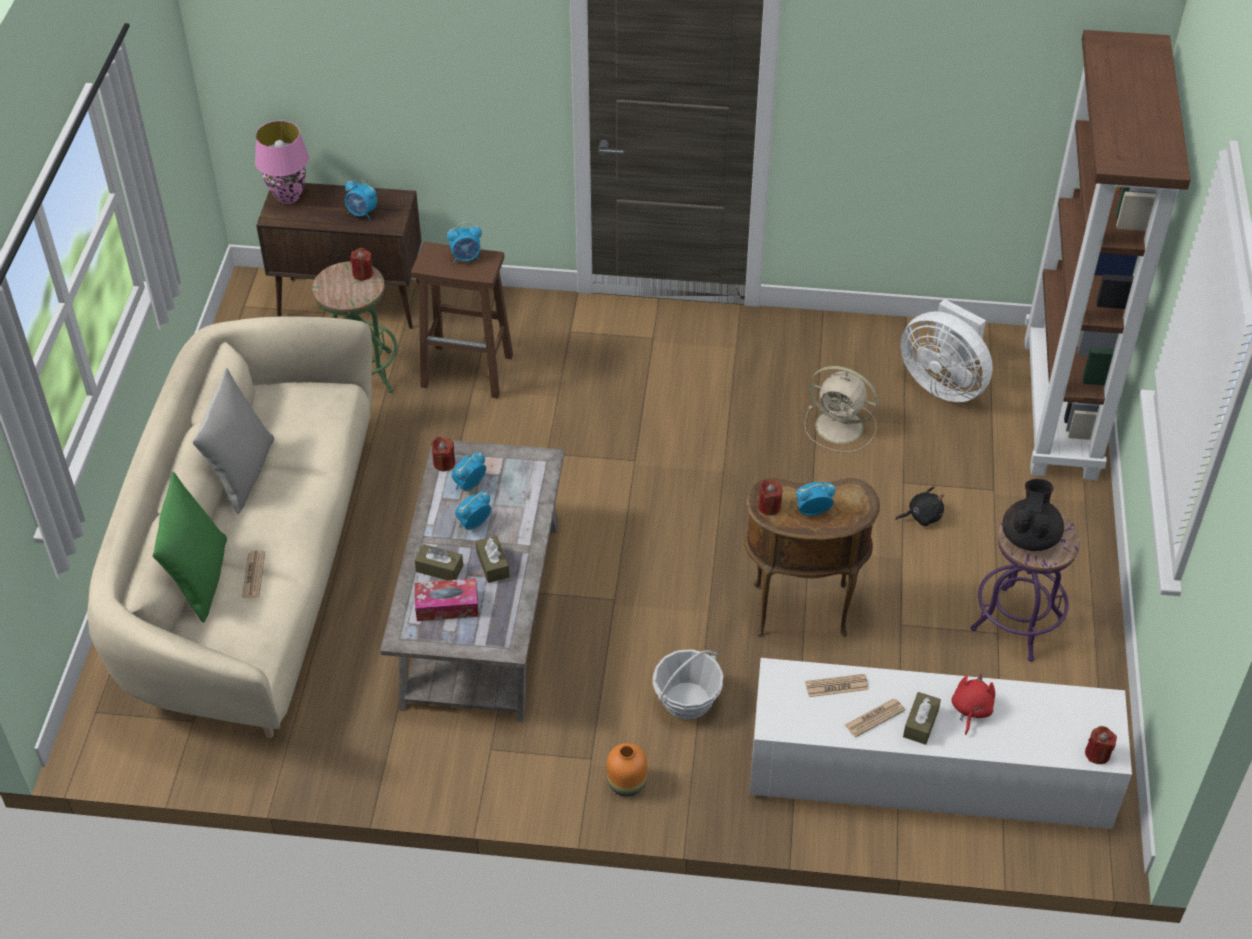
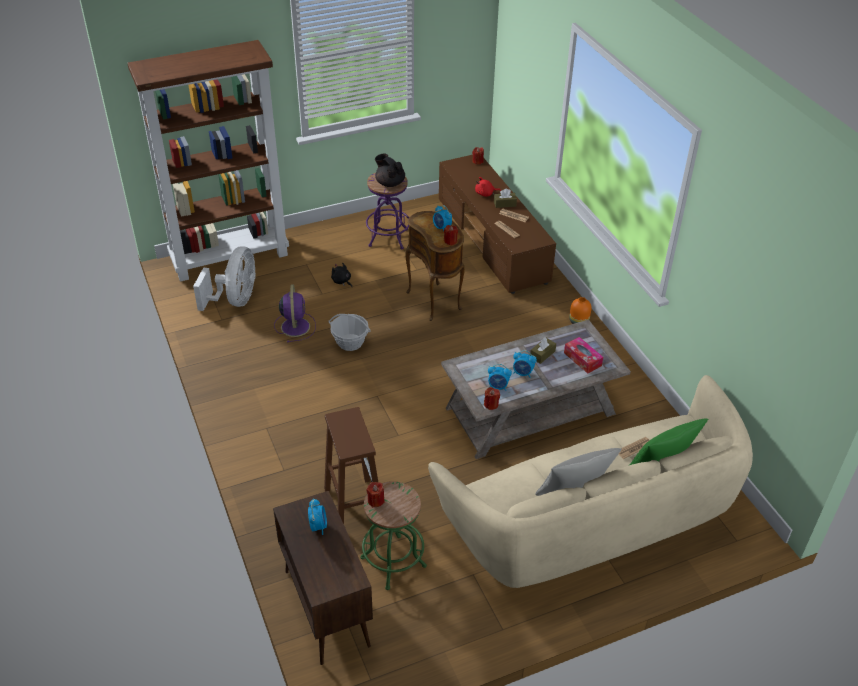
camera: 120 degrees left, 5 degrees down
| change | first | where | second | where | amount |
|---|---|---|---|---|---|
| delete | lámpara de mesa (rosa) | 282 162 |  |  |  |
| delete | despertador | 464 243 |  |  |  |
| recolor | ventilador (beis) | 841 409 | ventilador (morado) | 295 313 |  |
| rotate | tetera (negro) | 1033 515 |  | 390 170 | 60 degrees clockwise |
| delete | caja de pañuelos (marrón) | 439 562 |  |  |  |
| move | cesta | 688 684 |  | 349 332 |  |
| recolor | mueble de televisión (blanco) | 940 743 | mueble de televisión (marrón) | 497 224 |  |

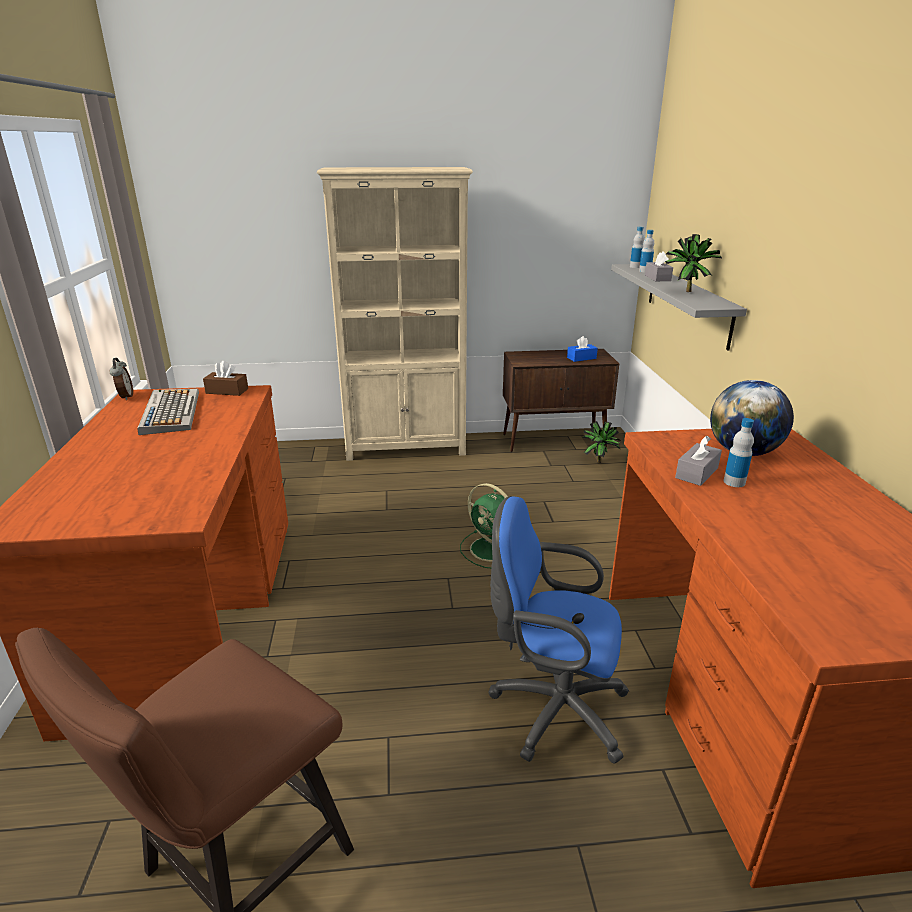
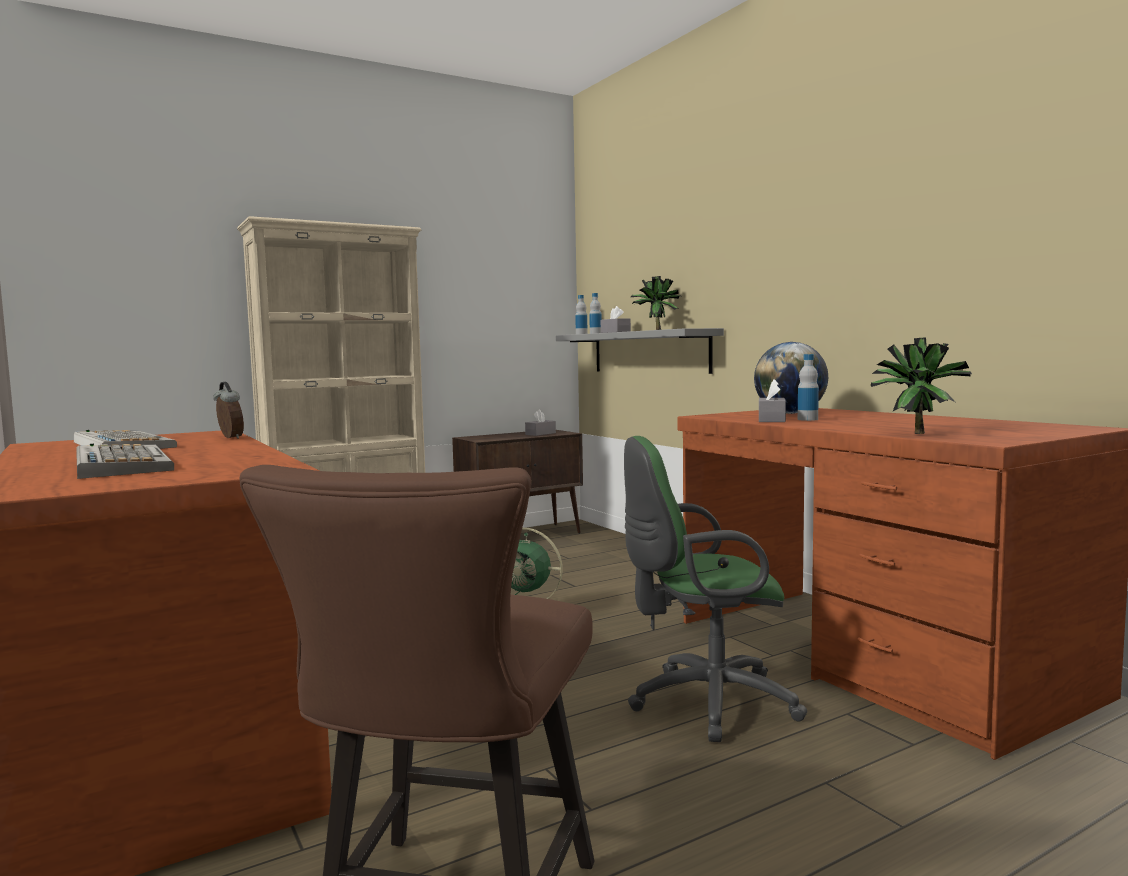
camera: 25 degrees left, 20 degrees down
| change | first | where | second | where | amount |
|---|---|---|---|---|---|
| recolor | caja de pañuelos (azul) | 582 349 | caja de pañuelos (gris) | 540 422 |  |
| move | despertador | 121 379 |  | 228 410 |  |
| delete | caja de pañuelos (marrón) | 225 378 |  |  |  |
| move | planta en maceta | 601 442 |  | 921 386 |  |
| recolor | silla de oficina (azul) | 558 630 | silla de oficina (verde) | 715 589 |  |
| insert |  |  | teclado | 125 461 |  |

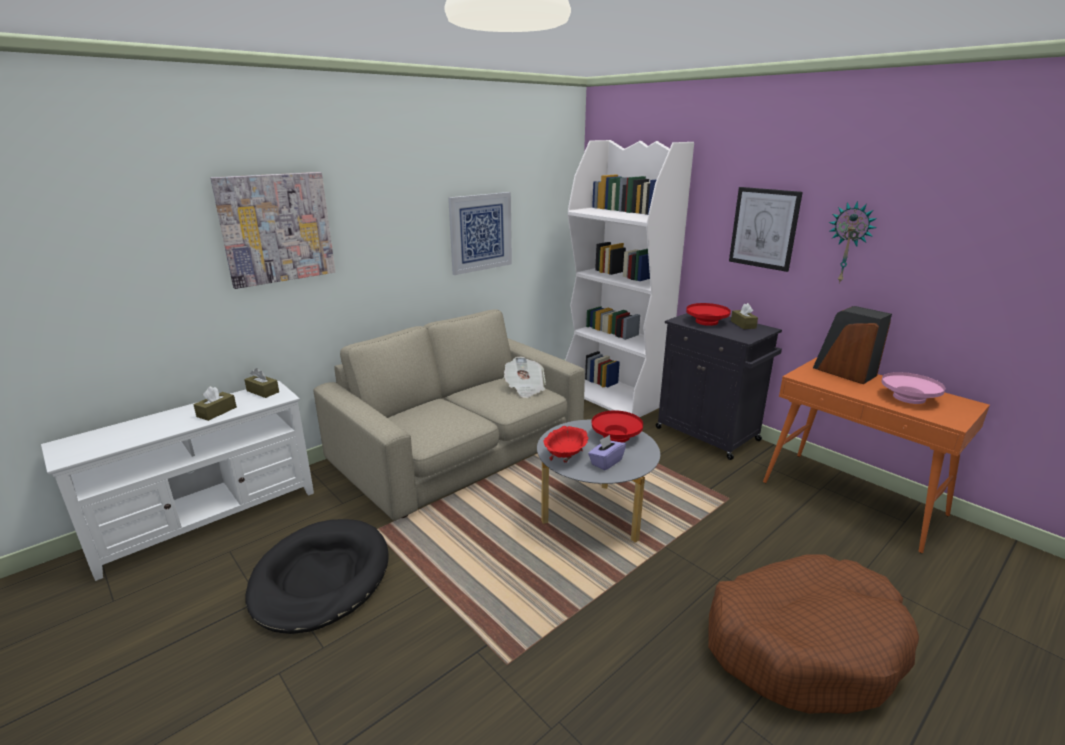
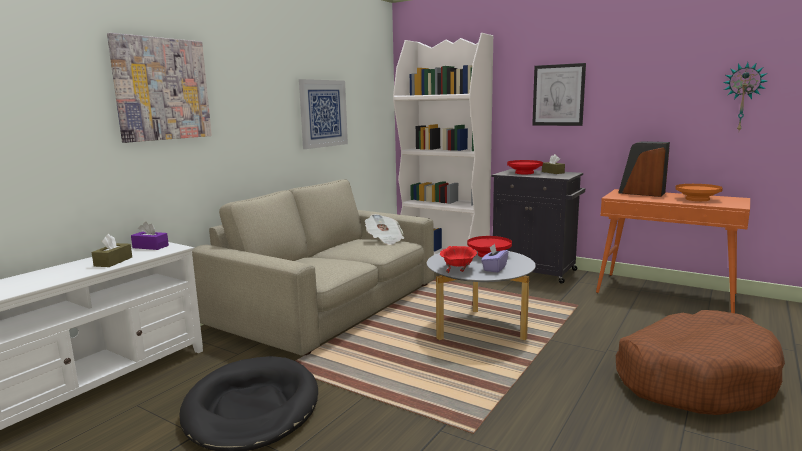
camera: 15 degrees left, 10 degrees down
| change | first | where | second | where | amount |
|---|---|---|---|---|---|
| move | reloj de pared | 853 242 |  | 745 96 |  |
| recolor | caja de pañuelos (marrón) | 261 383 | caja de pañuelos (morado) | 150 236 |  |
| recolor | cuenco (rosa) | 913 388 | cuenco (naranja) | 699 192 |  |

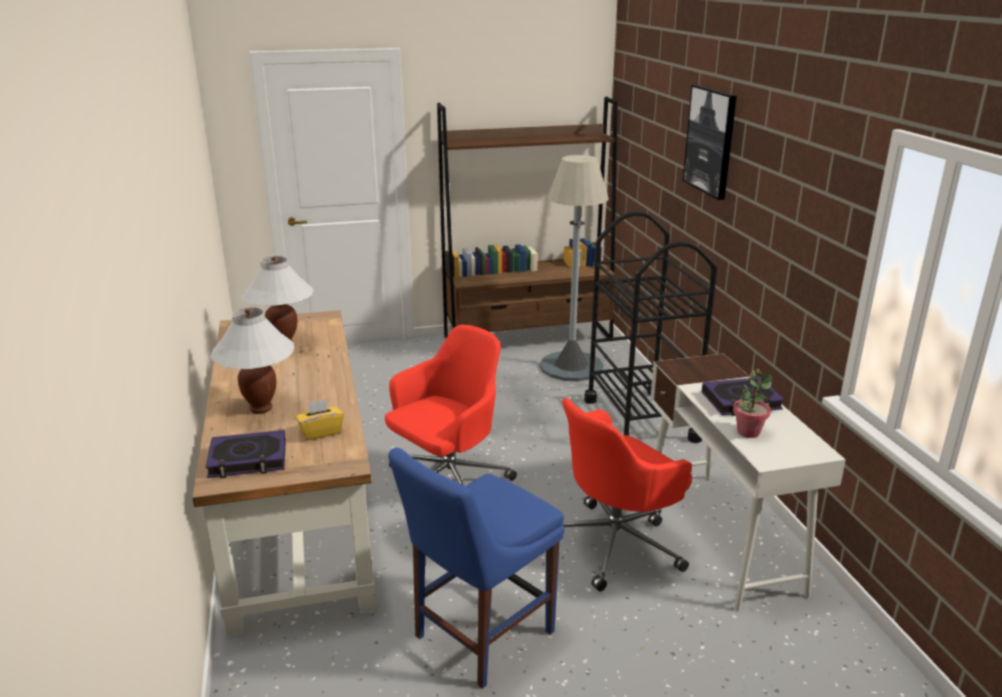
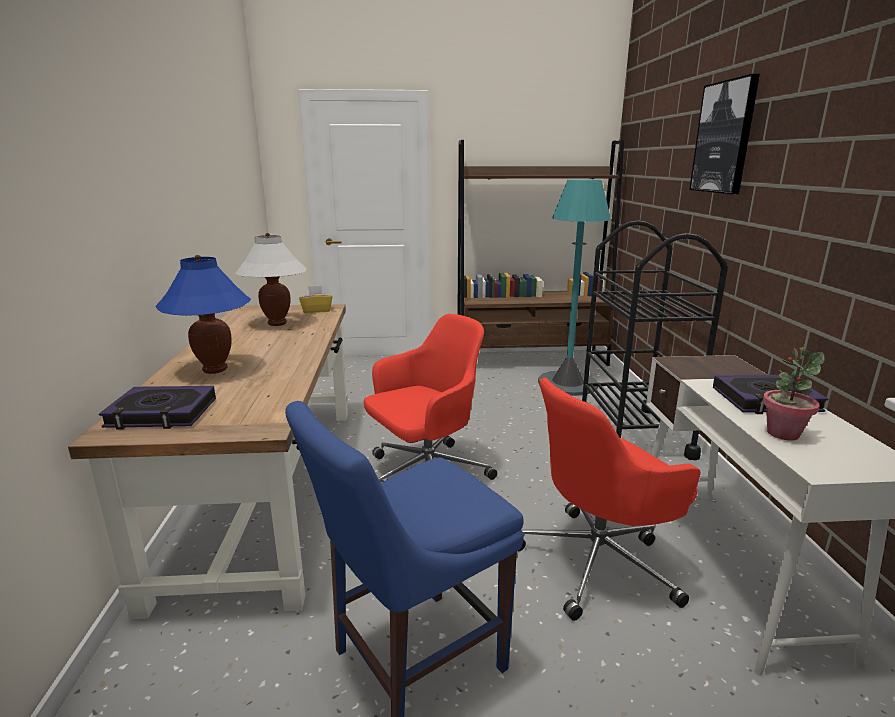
camera: 10 degrees right, 5 degrees down
| change | first | where | second | where | amount |
|---|---|---|---|---|---|
| recolor | lámpara de pie (gris) | 574 268 | lámpara de pie (turquesa) | 574 287 |  |
| recolor | lámpara de mesa (blanco) | 252 360 | lámpara de mesa (azul) | 203 314 |  |
| move | caja de pañuelos (amarillo) | 319 419 |  | 315 299 |  |

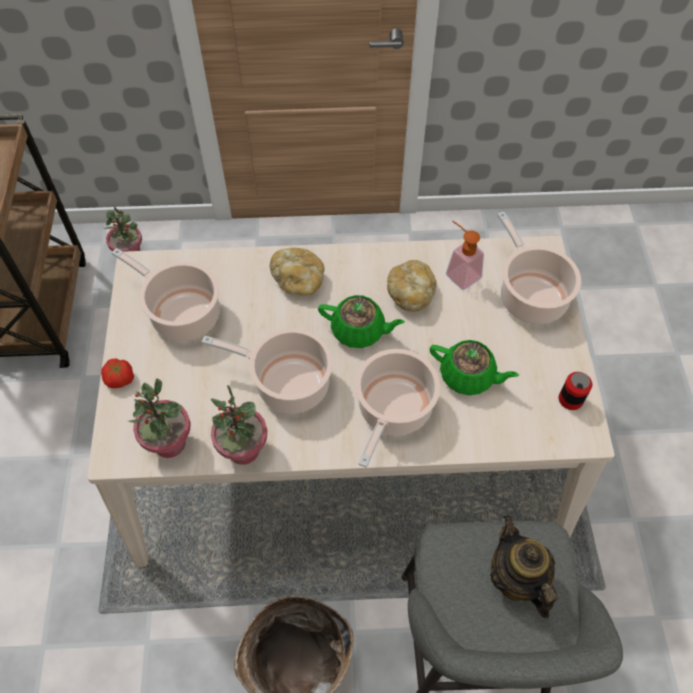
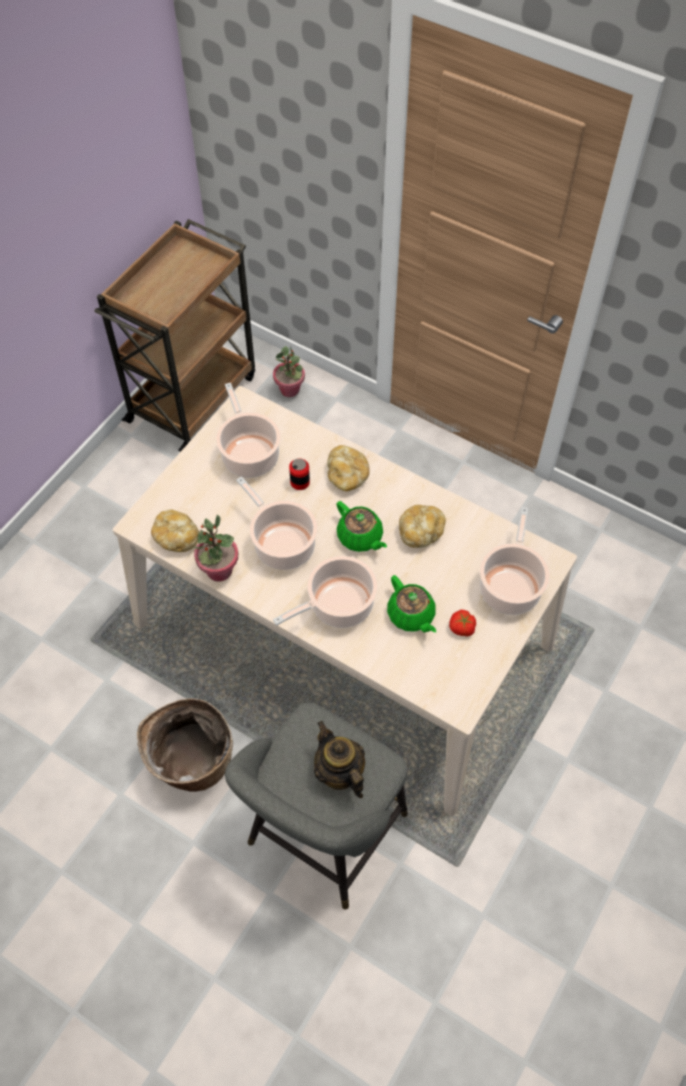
camera: 35 degrees right, 0 degrees up
| change | first | where | second | where | amount |
|---|---|---|---|---|---|
| delete | dispensador de jabón | 465 255 |  |  |  |
| move | tomate | 117 373 |  | 462 623 |  |
| move | lata | 575 391 |  | 299 474 |  |
| replace | planta en maceta | 159 418 | pan | 175 530 |  |
| rotate | tetera | 524 567 |  | 339 759 | 45 degrees counterclockwise |

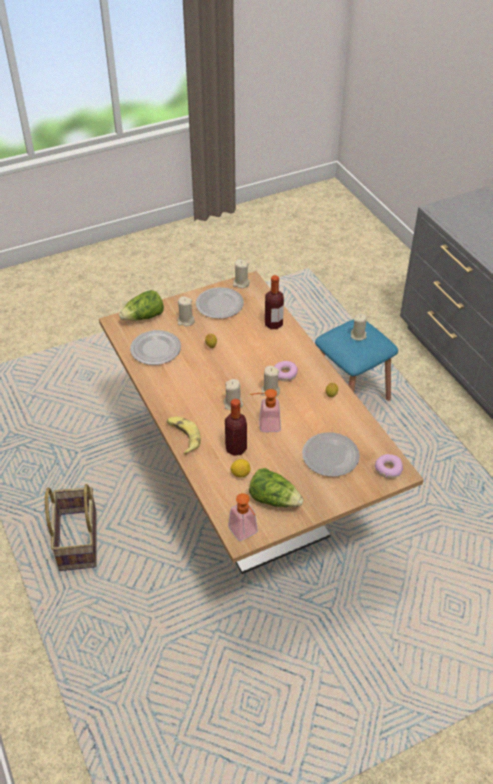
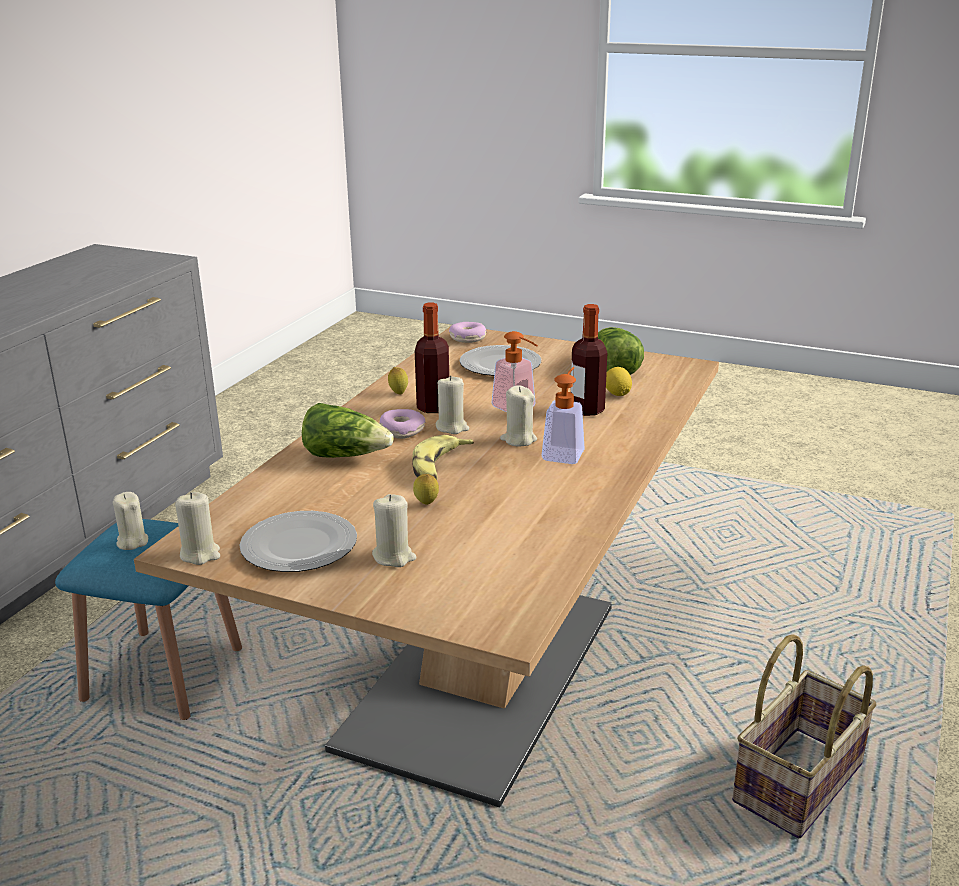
camera: 130 degrees left, 20 degrees down
| change | first | where | second | where | amount |
|---|---|---|---|---|---|
| move | botella | 274 302 |  | 432 358 |  |
| move | lechuga | 141 305 |  | 348 430 |  |
| delete | plato | 155 347 |  |  |  |
| move | plátano | 184 436 |  | 443 457 |  |
| move | dispensador de jabón | 243 517 |  | 563 415 |  |

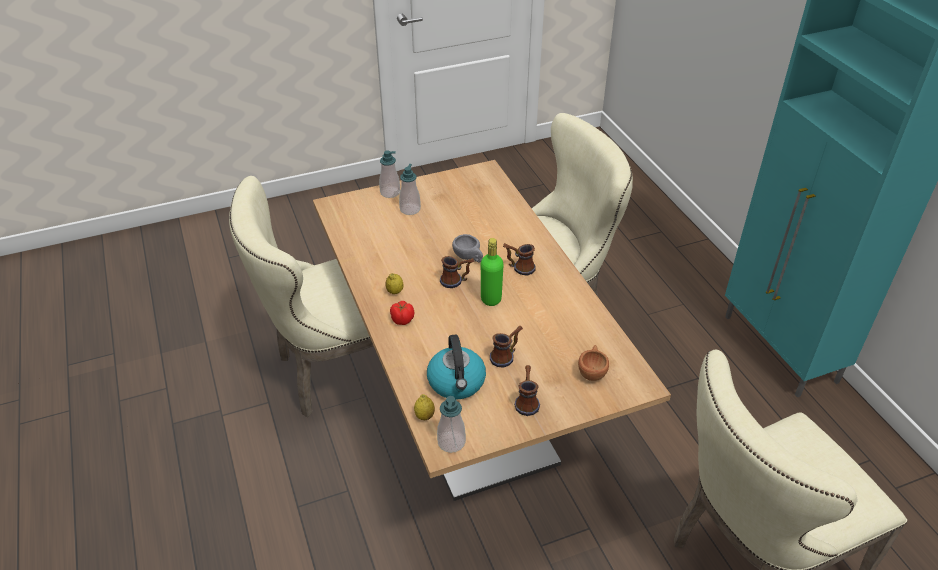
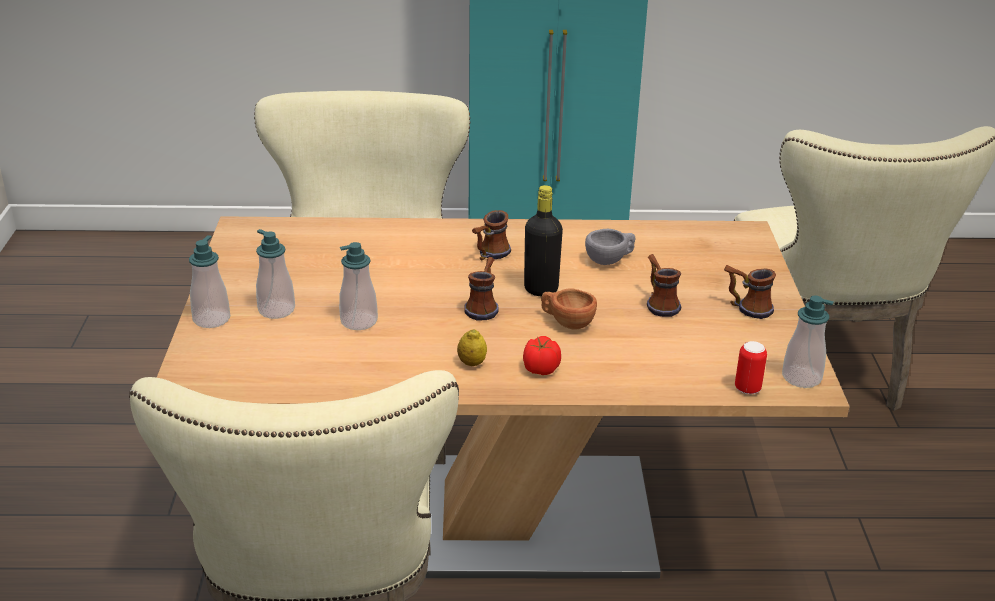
camera: 70 degrees left, 10 degrees down
| change | first | where | second | where | amount |
|---|---|---|---|---|---|
| move | taza (gris) | 467 248 |  | 610 247 |  |
| recolor | botella (verde) | 492 272 | botella (negro) | 543 240 |  |
| delete | hervidor | 456 366 |  |  |  |
| move | taza (marrón) | 593 363 |  | 569 309 |  |
| replace | limón | 424 407 | lata | 751 367 |  |
| insert |  |  | dispensador de jabón | 358 286 |  |

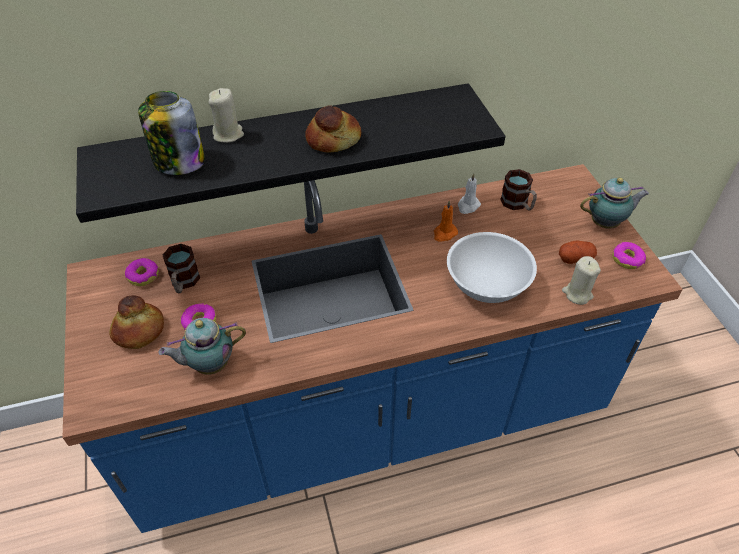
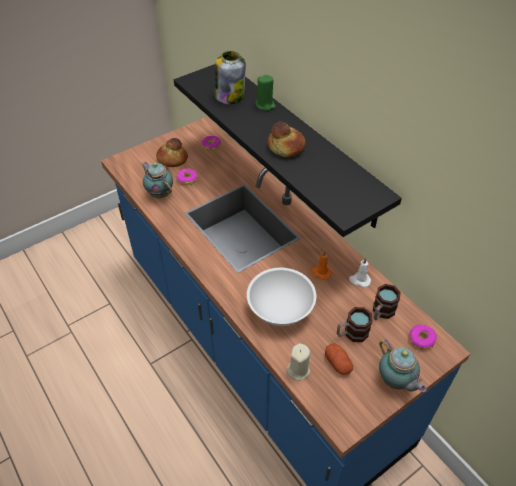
camera: 70 degrees right, 0 degrees up
| change | first | where | second | where | amount |
|---|---|---|---|---|---|
| recolor | vela (beis) | 226 115 | vela (verde) | 266 93 |  |
| move | rosquilla | 629 255 |  | 423 337 |  |
| move | taza grande | 181 268 |  | 355 324 |  |

